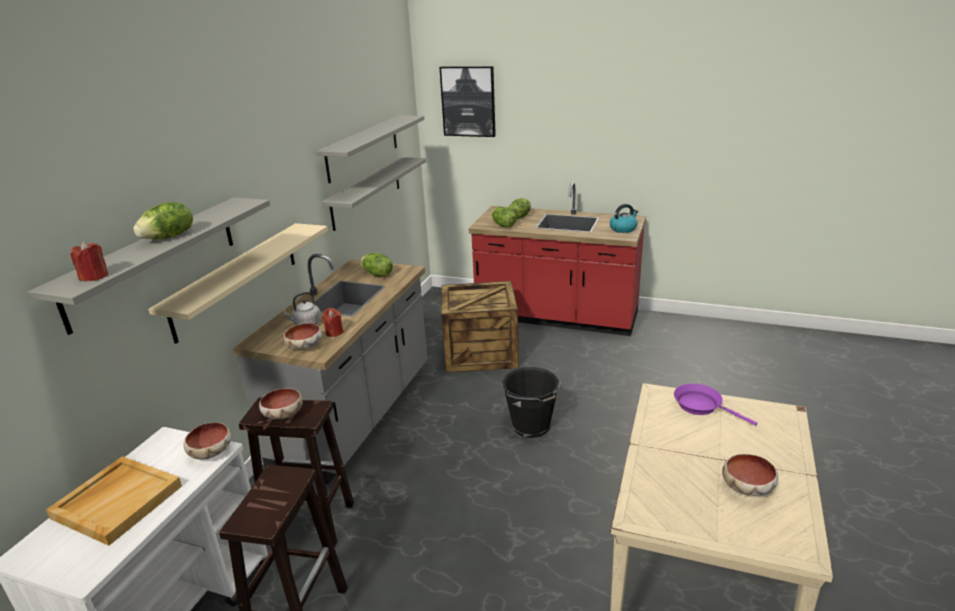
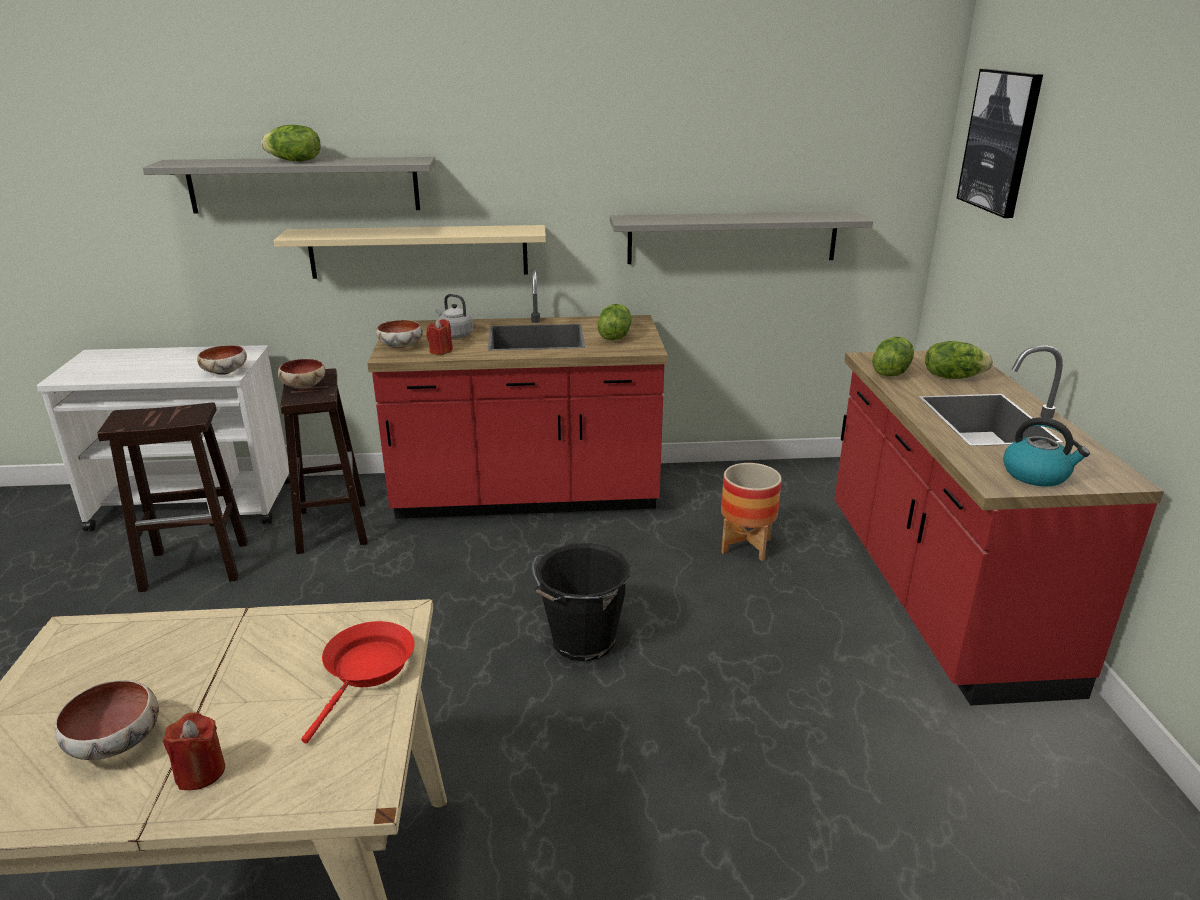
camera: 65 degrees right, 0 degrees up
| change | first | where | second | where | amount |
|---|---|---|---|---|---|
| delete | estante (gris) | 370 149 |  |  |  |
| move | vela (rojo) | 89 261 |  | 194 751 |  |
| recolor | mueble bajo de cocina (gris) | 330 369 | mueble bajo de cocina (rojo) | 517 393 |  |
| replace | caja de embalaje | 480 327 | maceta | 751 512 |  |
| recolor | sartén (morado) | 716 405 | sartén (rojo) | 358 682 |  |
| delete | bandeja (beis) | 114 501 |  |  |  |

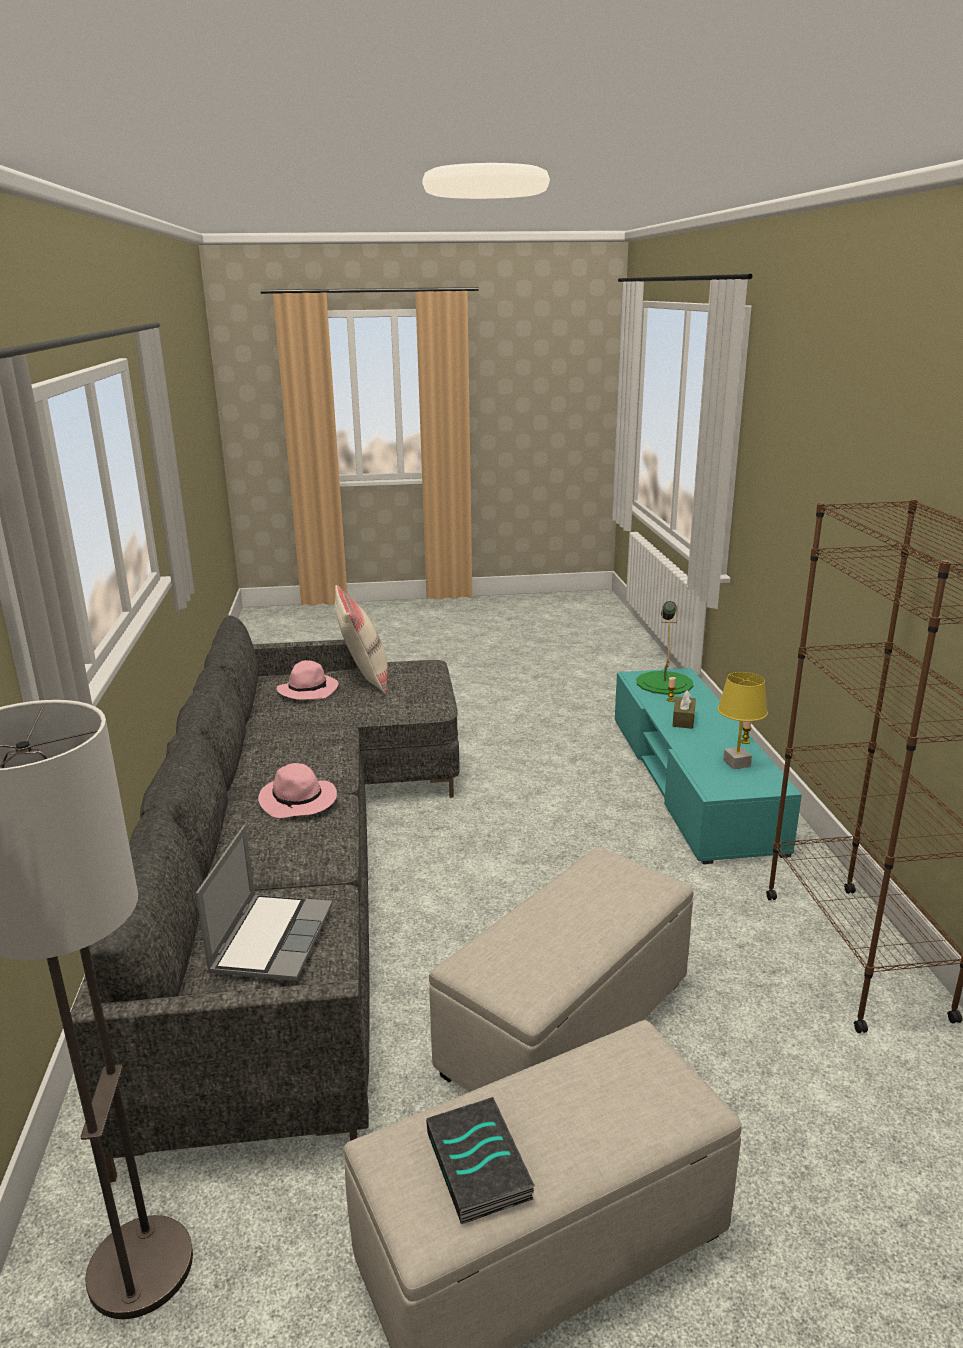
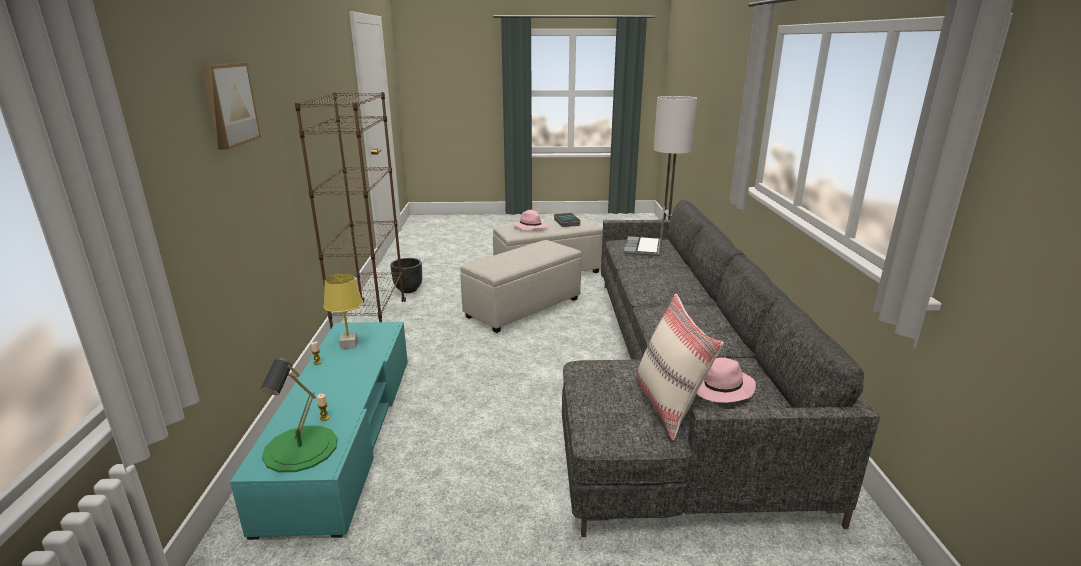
camera: 175 degrees left, 0 degrees up
| change | first | where | second | where | amount |
|---|---|---|---|---|---|
| delete | caja de pañuelos (marrón) | 684 709 |  |  |  |
| move | sombrero (rosa) | 297 790 |  | 530 220 |  |
| insert |  |  | cuadro | 231 106 |  |
| insert |  |  | maceta (negro) | 406 275 |  |

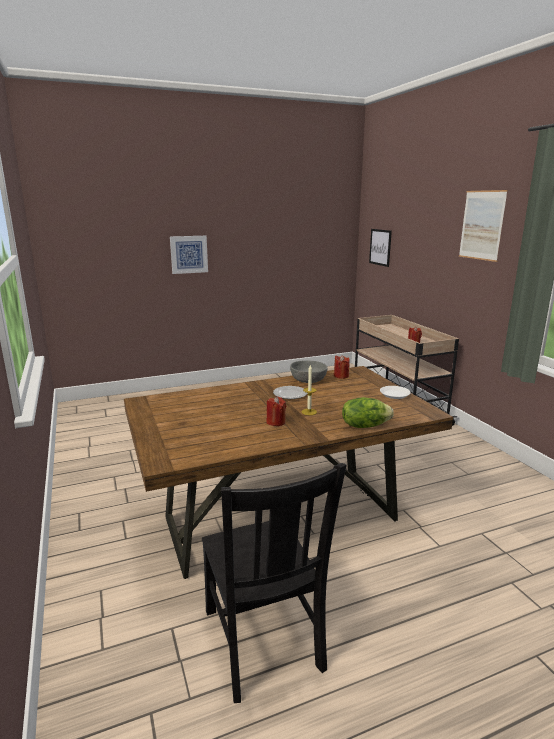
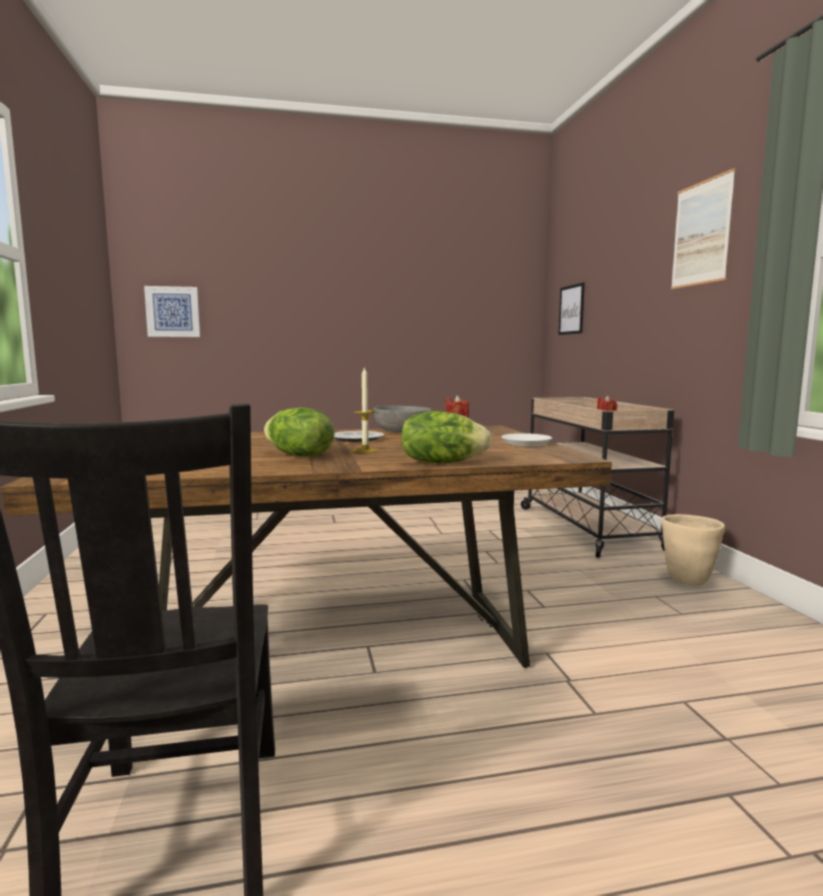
camera: 10 degrees right, 10 degrees down
| change | first | where | second | where | amount |
|---|---|---|---|---|---|
| move | cuadro | 189 255 |  | 172 311 |  |
| replace | vela (rojo) | 276 411 | lechuga | 299 431 |  |
| insert |  |  | maceta (beis) | 693 549 |  |

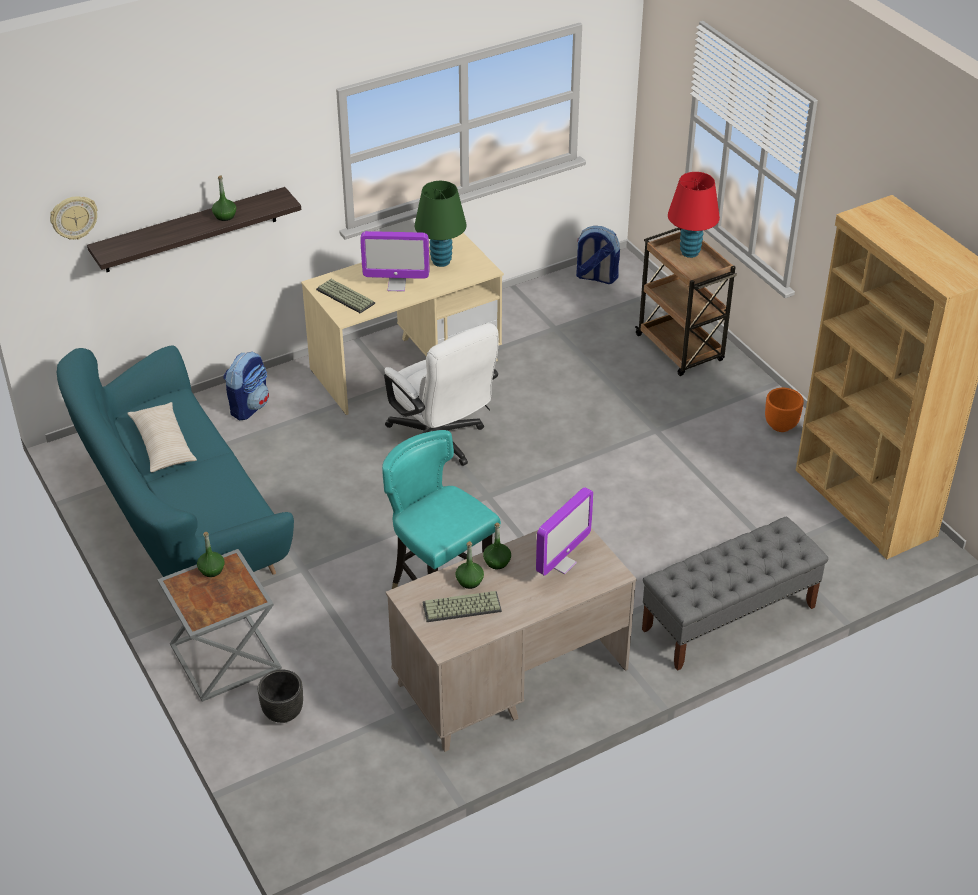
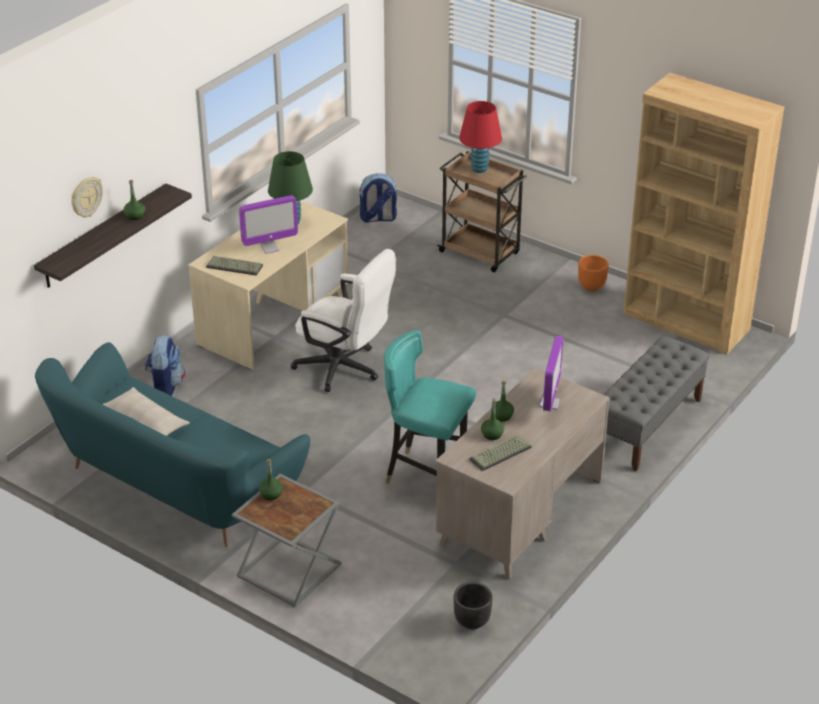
camera: 25 degrees left, 5 degrees down
| change | first | where | second | where | amount |
|---|---|---|---|---|---|
| move | reloj de pared | 73 218 |  | 87 197 |  |
| move | maceta (negro) | 280 696 |  | 472 606 |  |

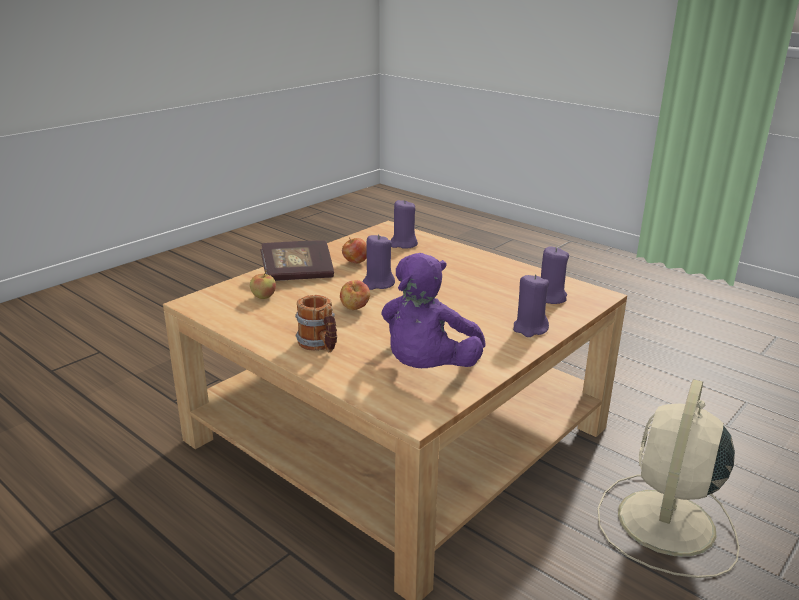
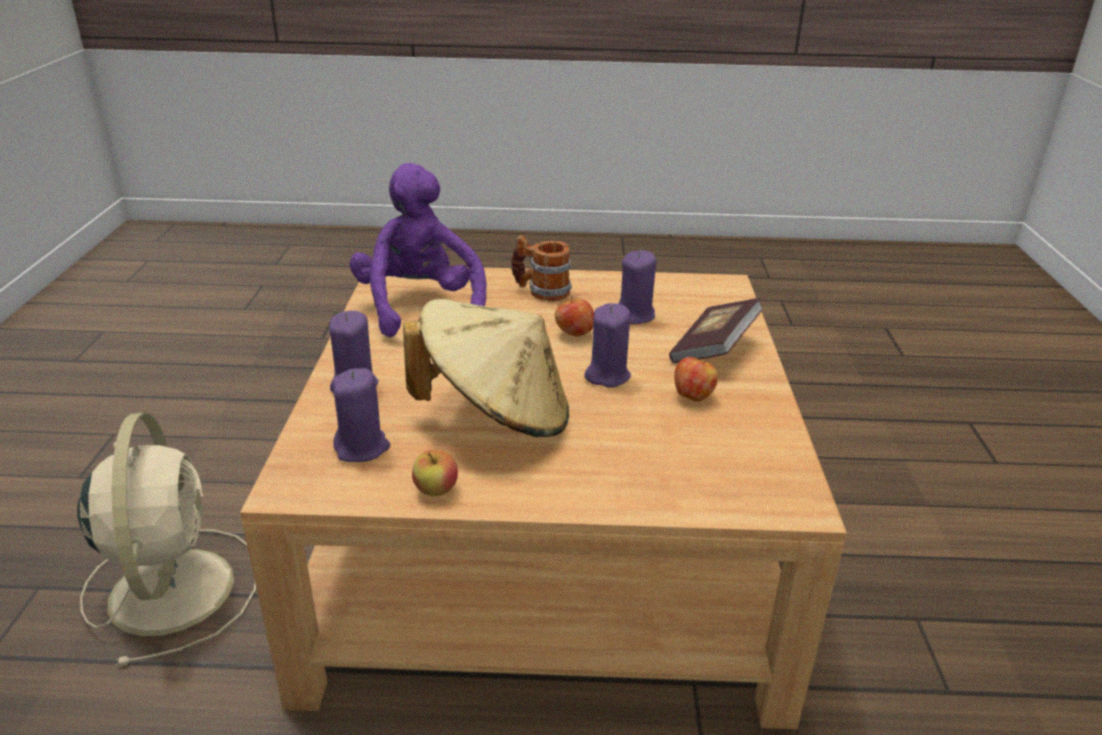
camera: 140 degrees right, 5 degrees up
| change | first | where | second | where | amount |
|---|---|---|---|---|---|
| move | vela (morado) | 404 224 |  | 637 287 |  |
| move | manzana | 263 284 |  | 435 473 |  |
| insert |  |  | sombrero (beis) | 486 368 |  |

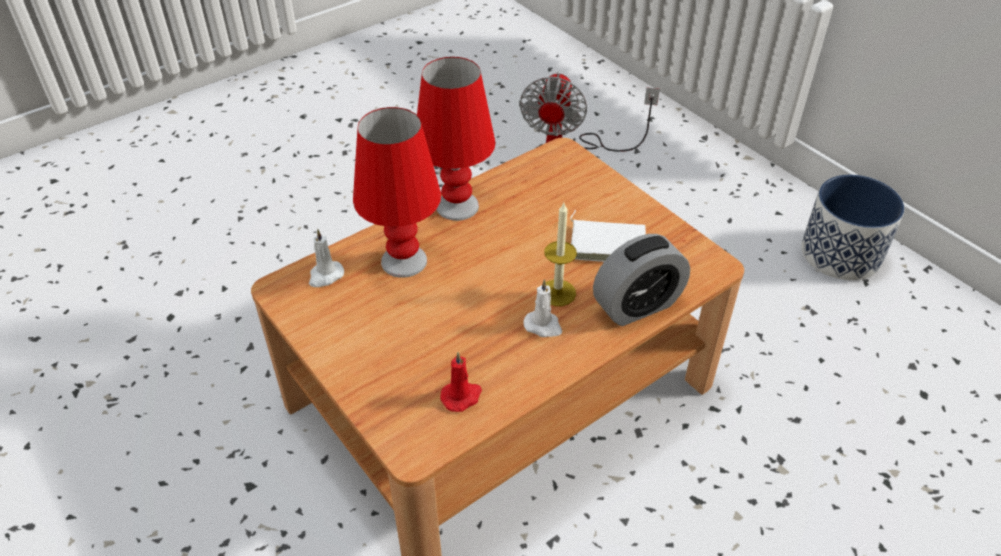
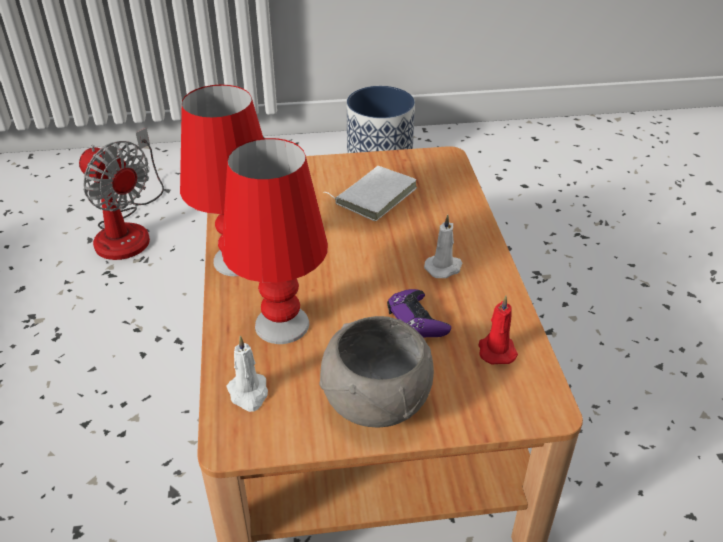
camera: 60 degrees left, 5 degrees down
| change | first | where | second | where | amount |
|---|---|---|---|---|---|
| delete | vela | 560 254 |  |  |  |
| delete | despertador | 641 280 |  |  |  |
| insert |  |  | mando de consola (morado) | 419 313 |  |
| insert |  |  | cuenco (gris) | 376 372 |  |

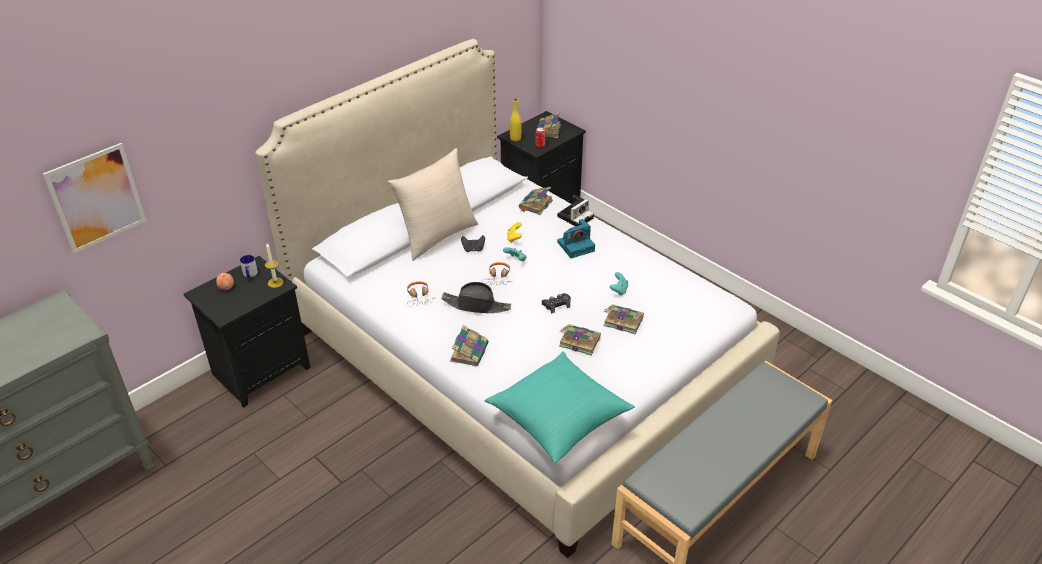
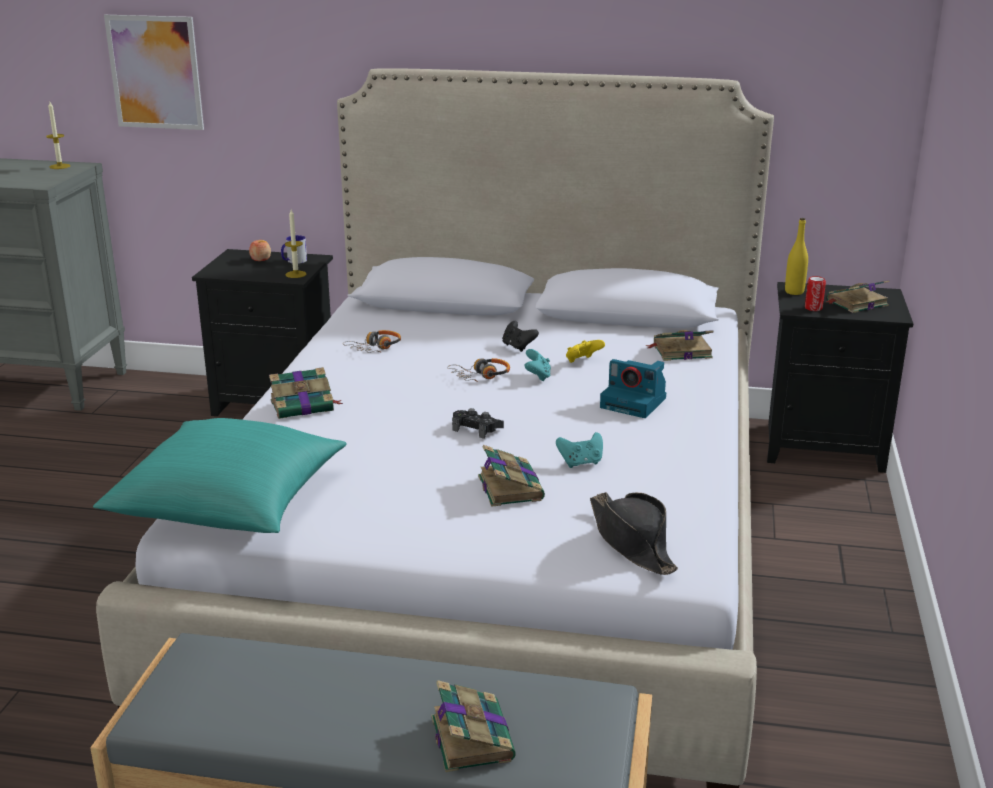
camera: 55 degrees right, 15 degrees down
| change | first | where | second | where | amount |
|---|---|---|---|---|---|
| delete | cojín (beis) | 433 204 |  |  |  |
| delete | cámara | 575 210 |  |  |  |
| move | sombrero (negro) | 476 297 |  | 634 533 |  |
| move | libro | 580 340 |  | 473 726 |  |
| insert |  |  | vela | 58 135 |  |

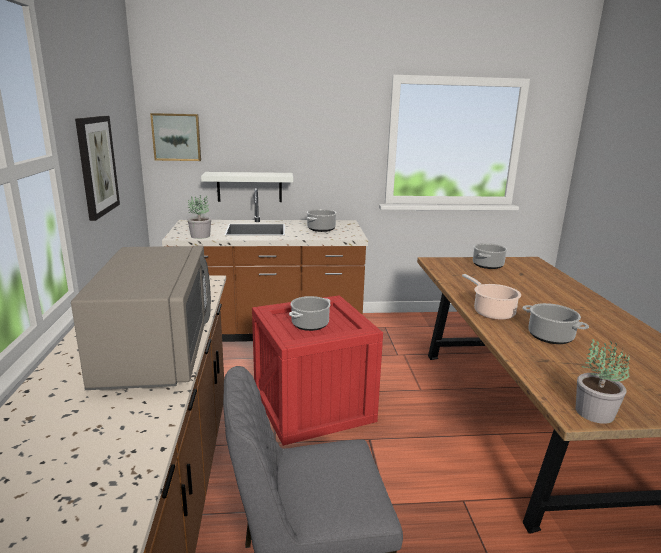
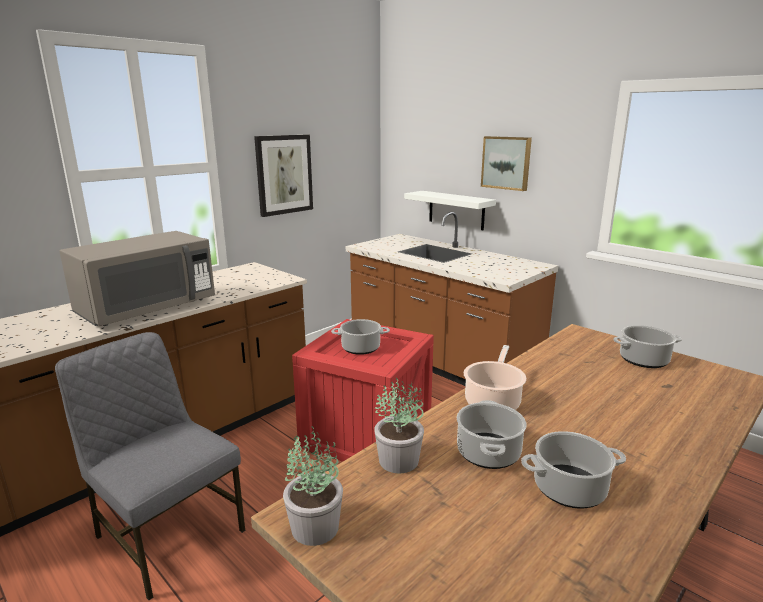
camera: 50 degrees right, 0 degrees up
| change | first | where | second | where | amount |
|---|---|---|---|---|---|
| move | cuadro | 175 137 |  | 506 163 |  |
| move | planta en maceta | 199 217 |  | 399 425 |  |
| move | olla | 322 220 |  | 573 470 |  |

